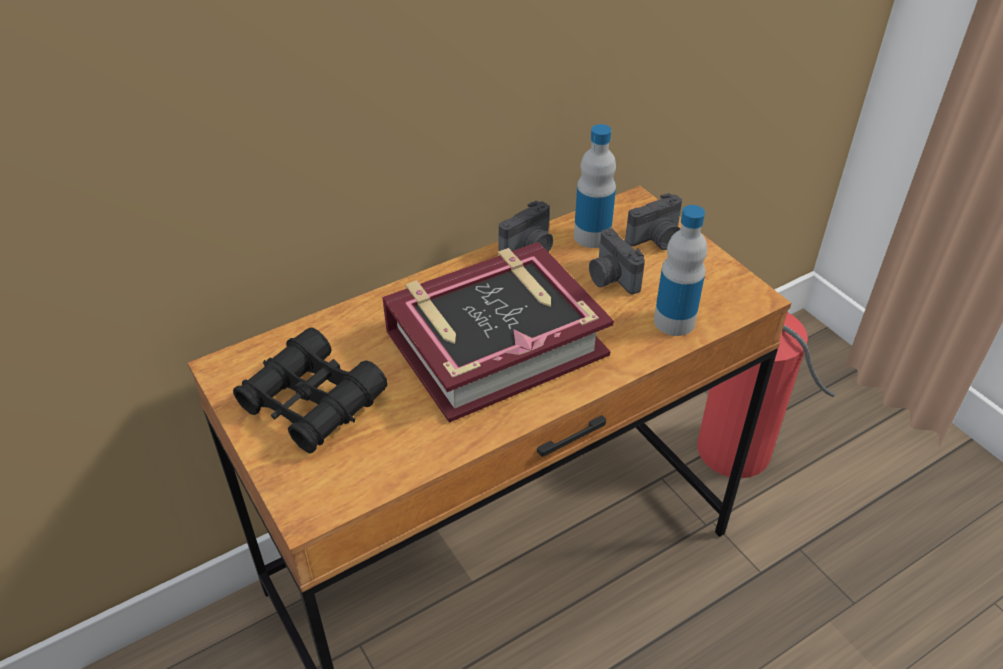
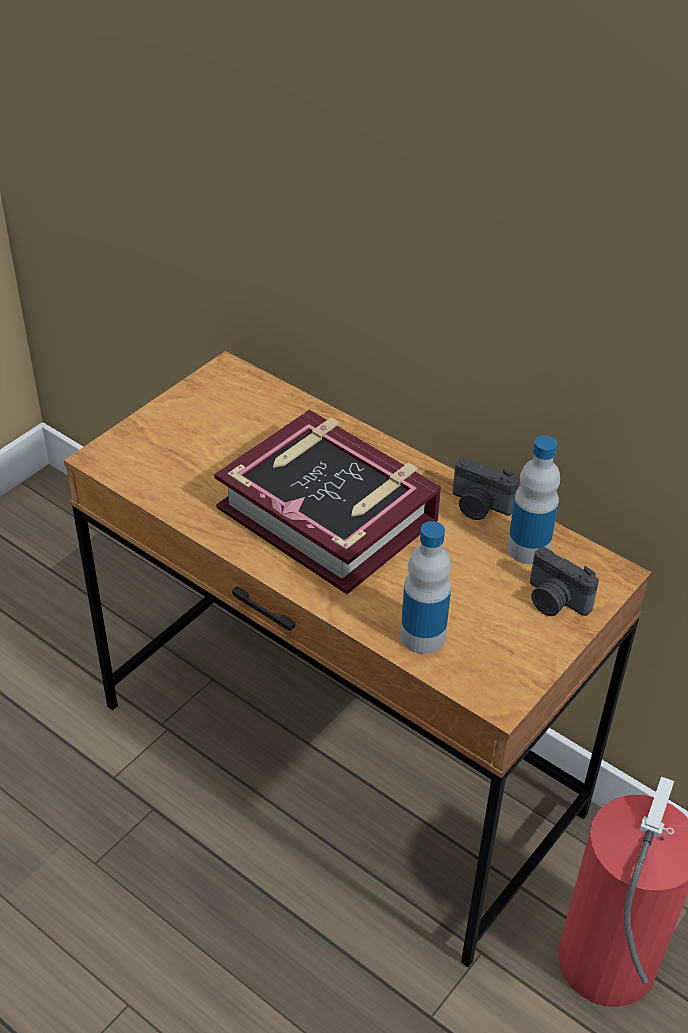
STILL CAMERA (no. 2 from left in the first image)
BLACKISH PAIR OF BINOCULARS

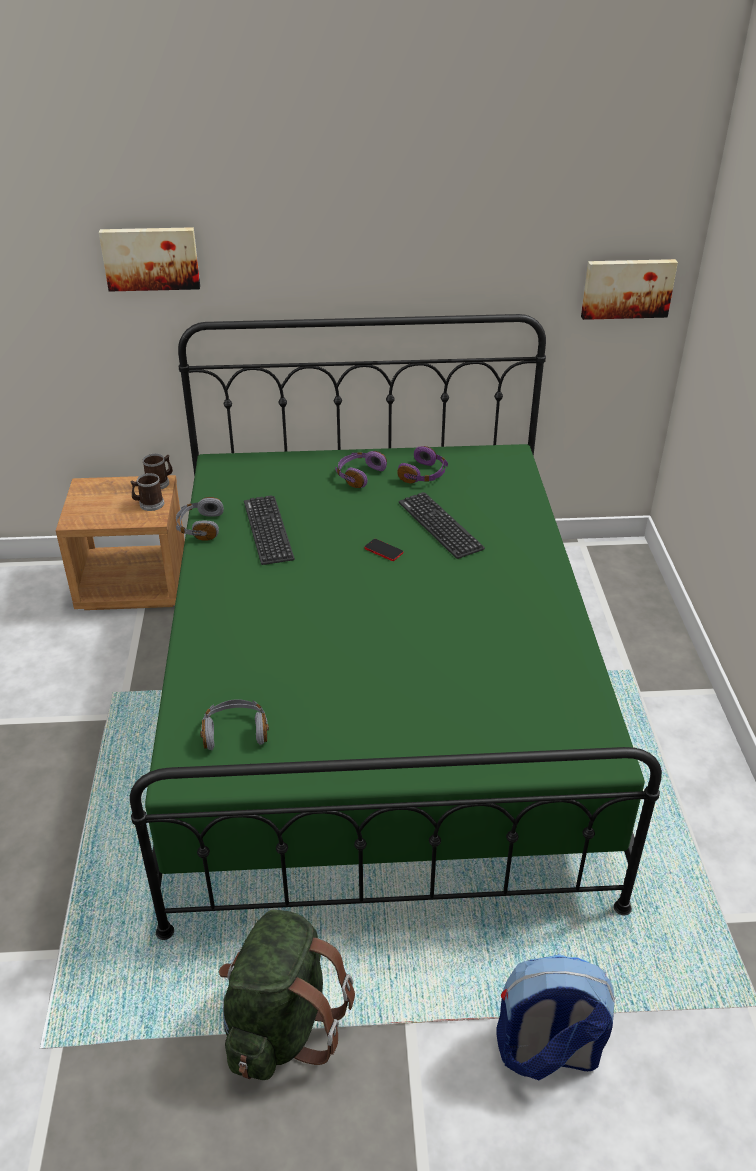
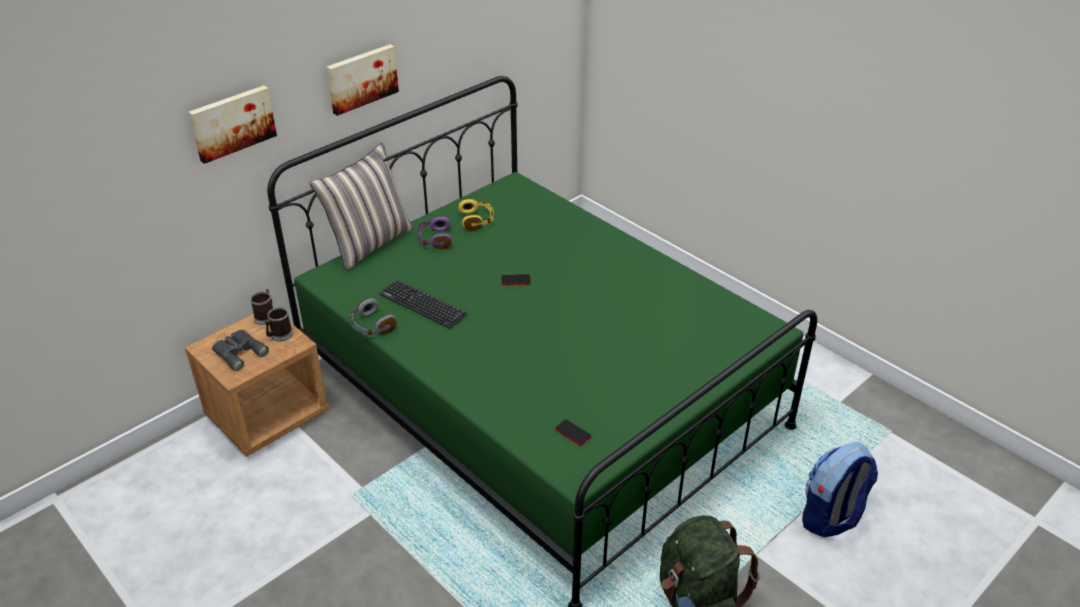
WALL ART (no. 2 from left)
YELLOW HEADPHONES
KEYBOARD (no. 2 from left in the first image)
HANDSET (no. 2 from left)
CUSHION
GREY PAIR OF BINOCULARS

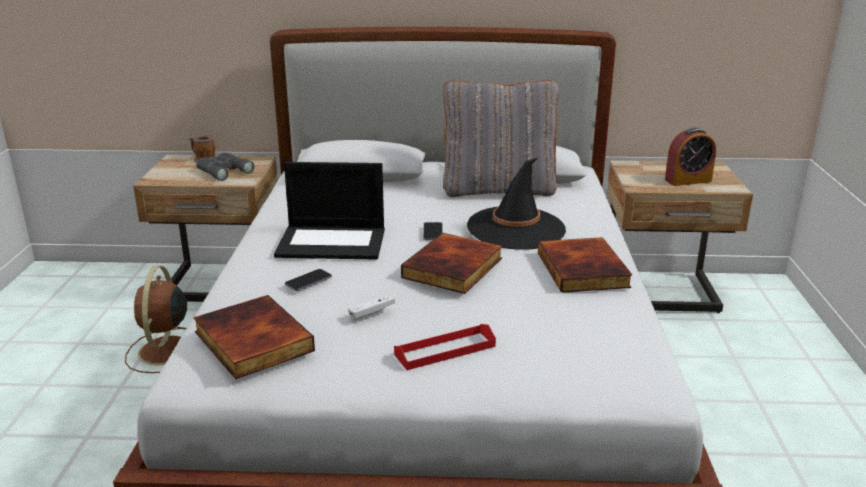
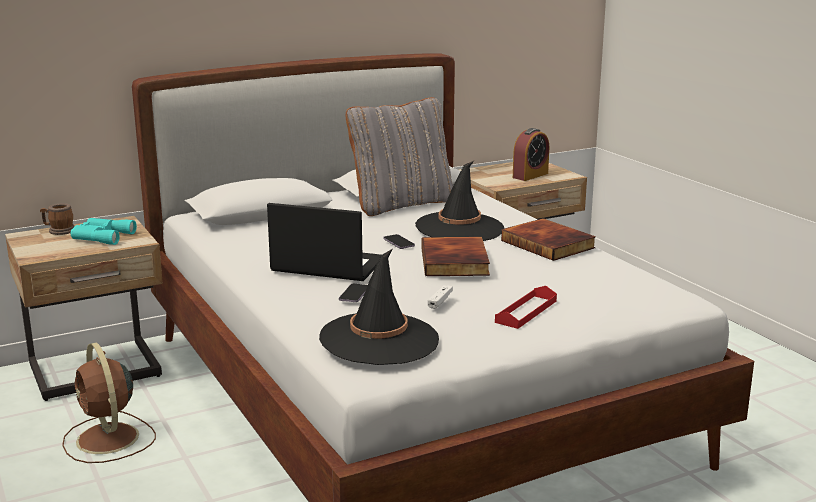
TURQUOISE-COLOURED PAIR OF BINOCULARS
LAPTOP
BLACKISH WEARABLE HAT (no. 1 from left)

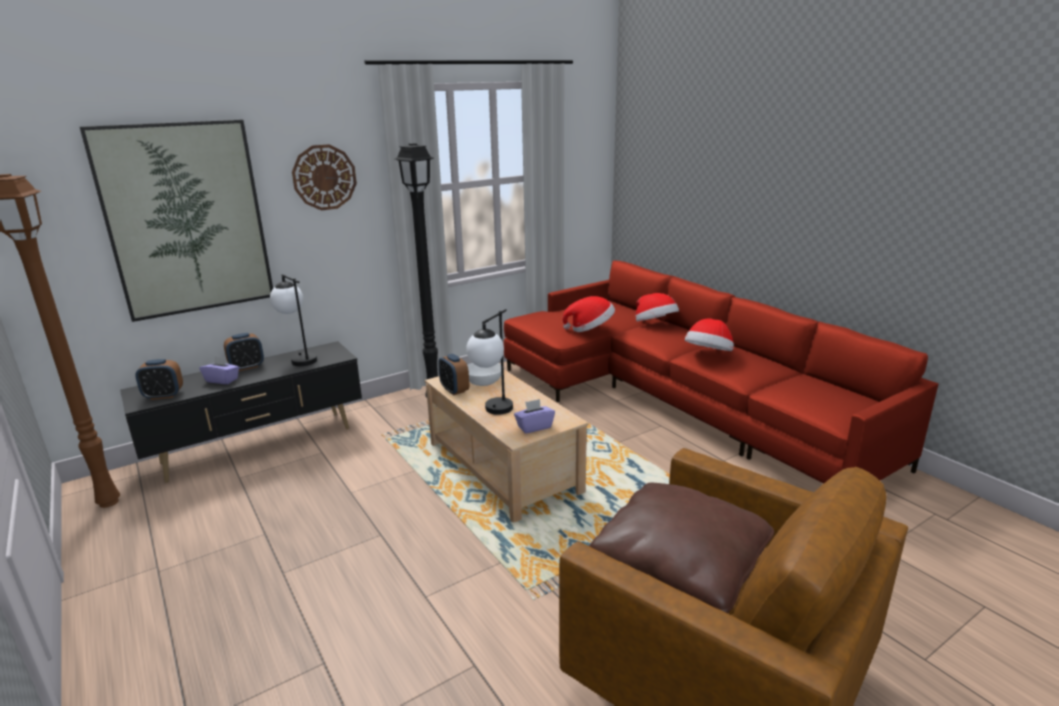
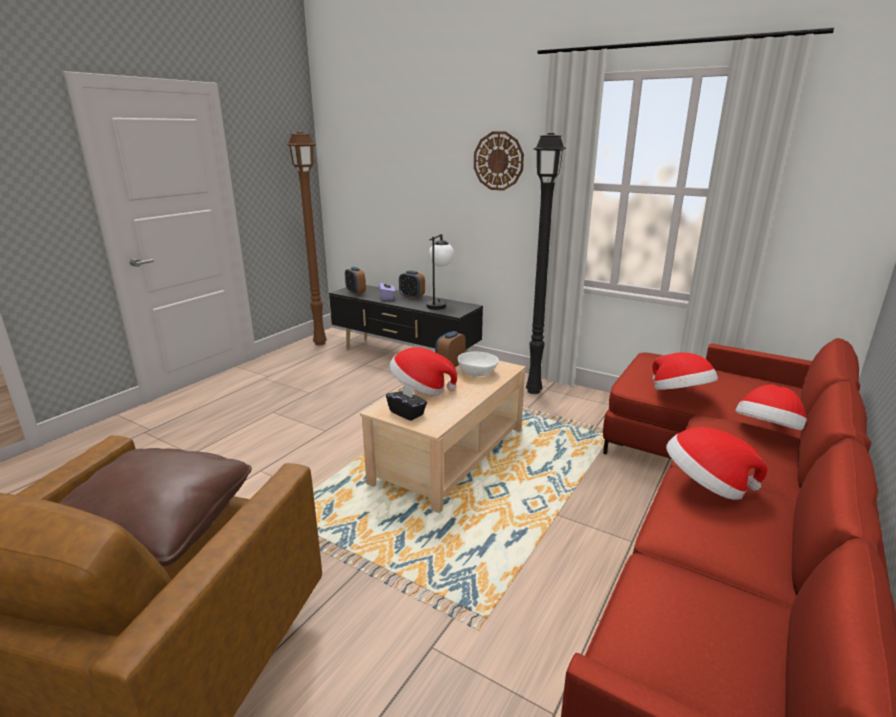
WALL ART
WEARABLE HAT (no. 1 from left)
BLACKISH TISSUE HOLDER

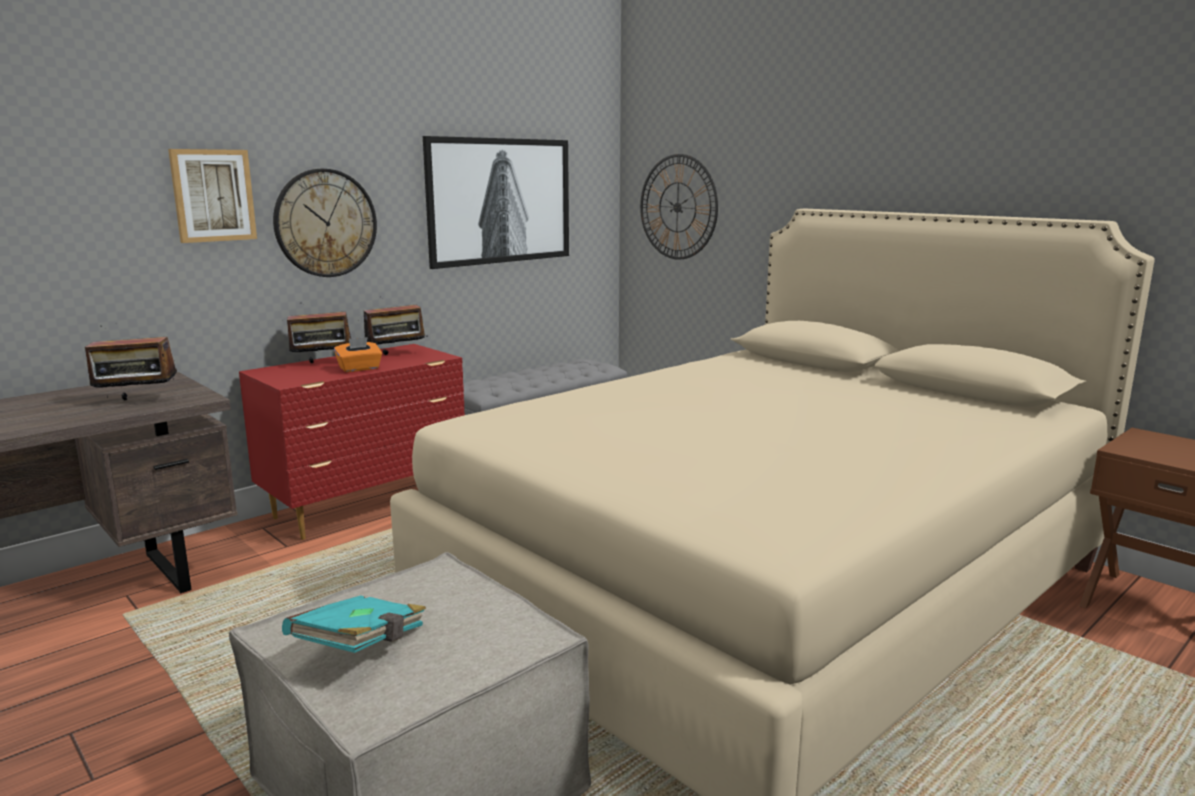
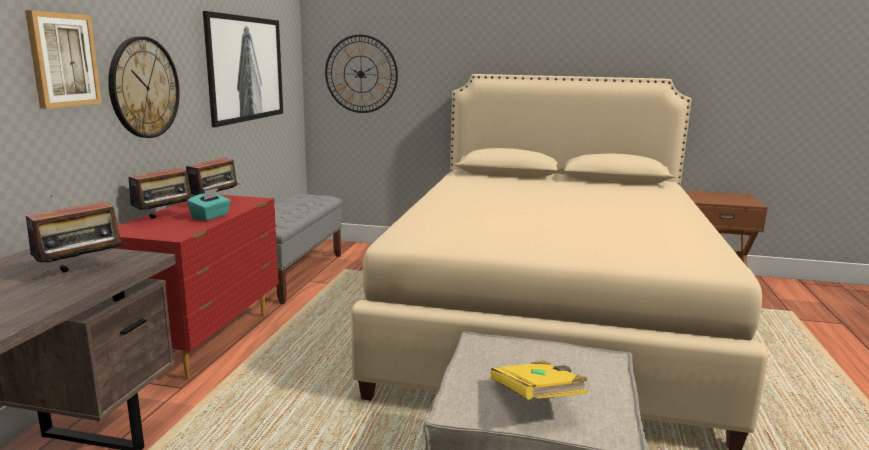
TURQUOISE-COLOURED TISSUE HOLDER
YELLOW VOLUME

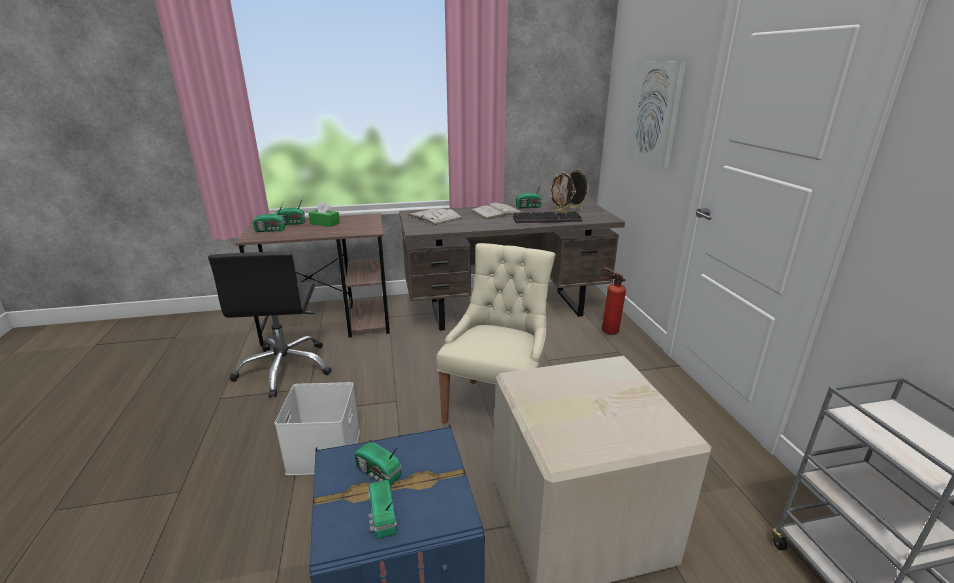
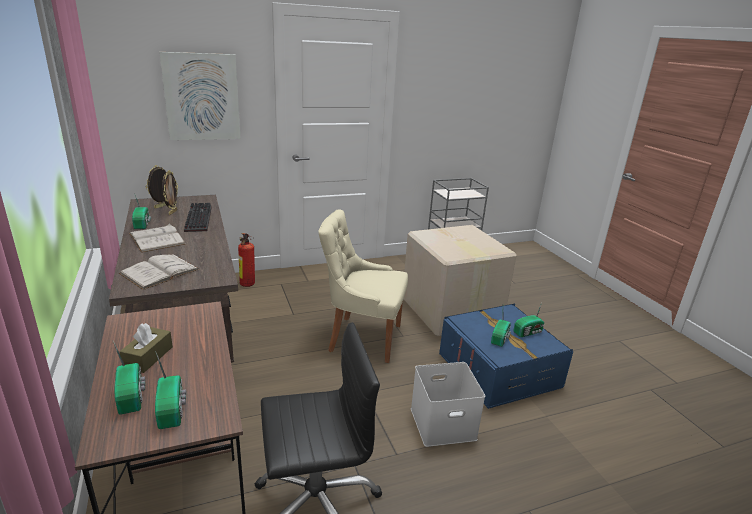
BROWN TISSUE HOLDER

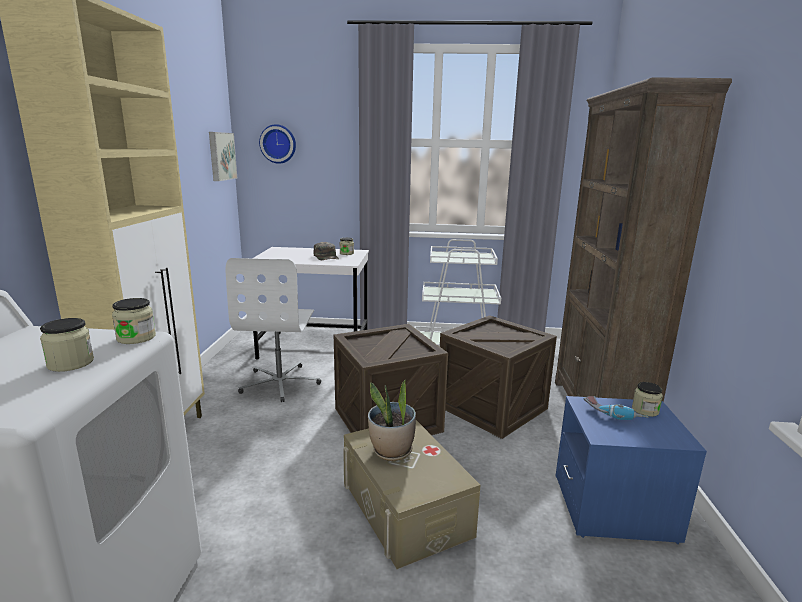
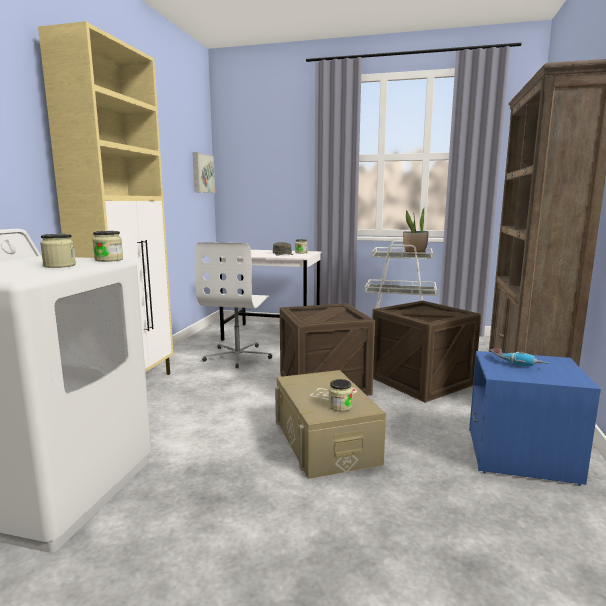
WALL CLOCK
PLANT IN A POT
STORAGE JAR (no. 4 from left)

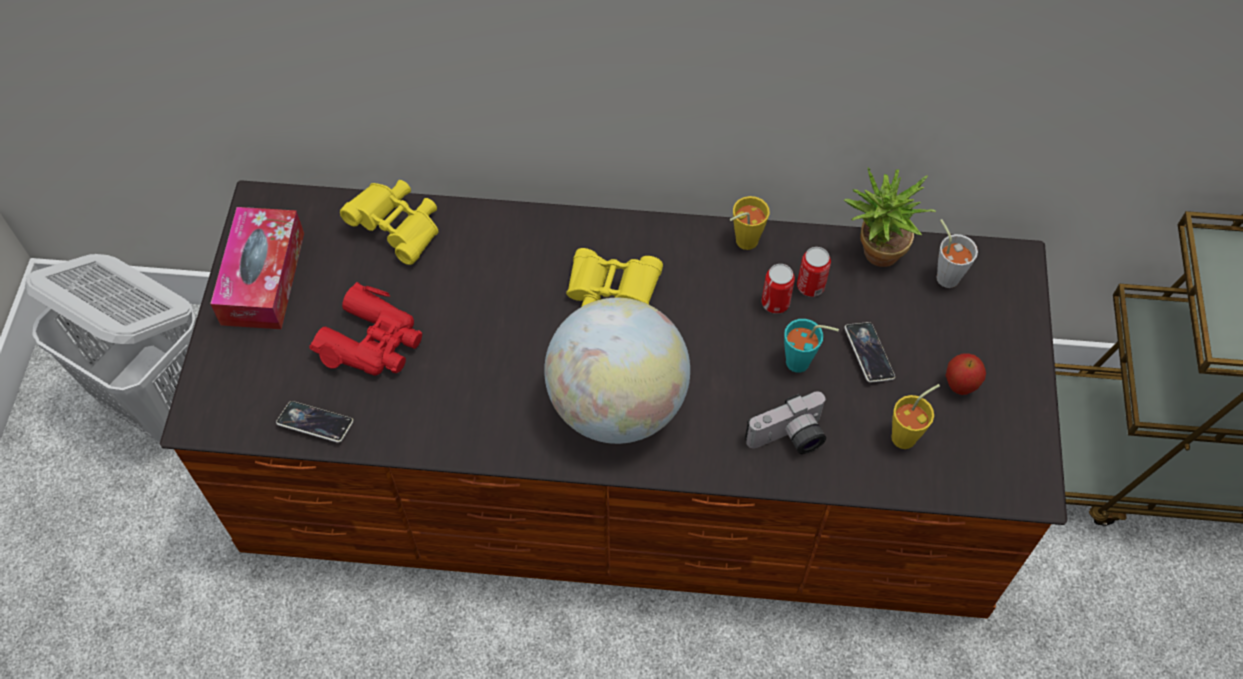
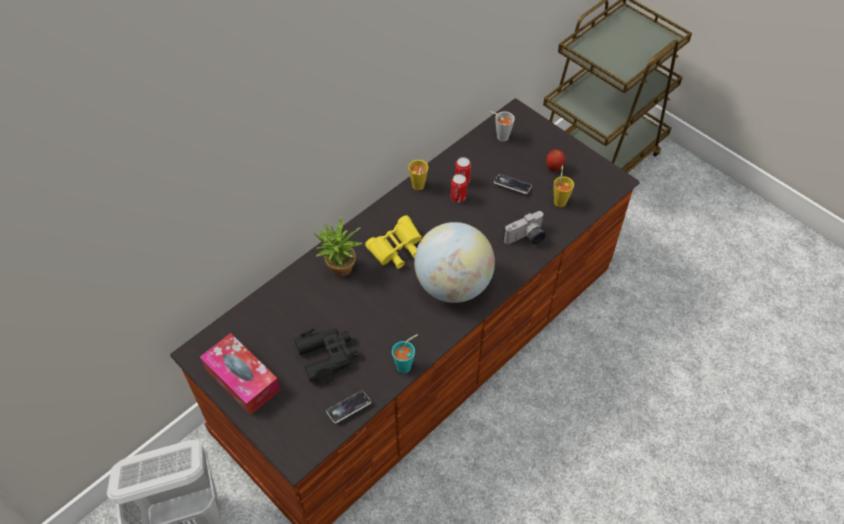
PLANT IN A POT
YELLOW PAIR OF BINOCULARS (no. 1 from left in the first image)
BLACKISH PAIR OF BINOCULARS
TURQUOISE-COLOURED CUP
STILL CAMERA

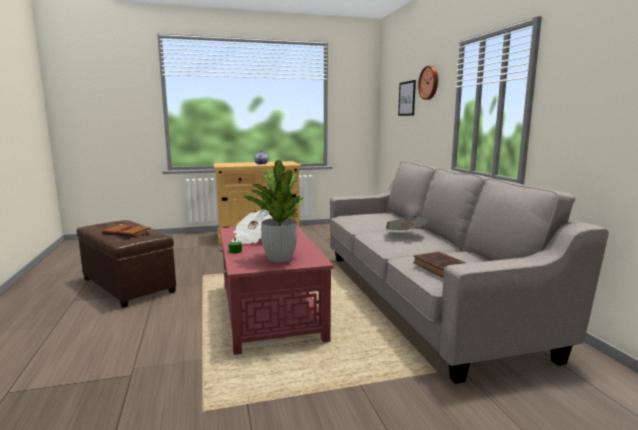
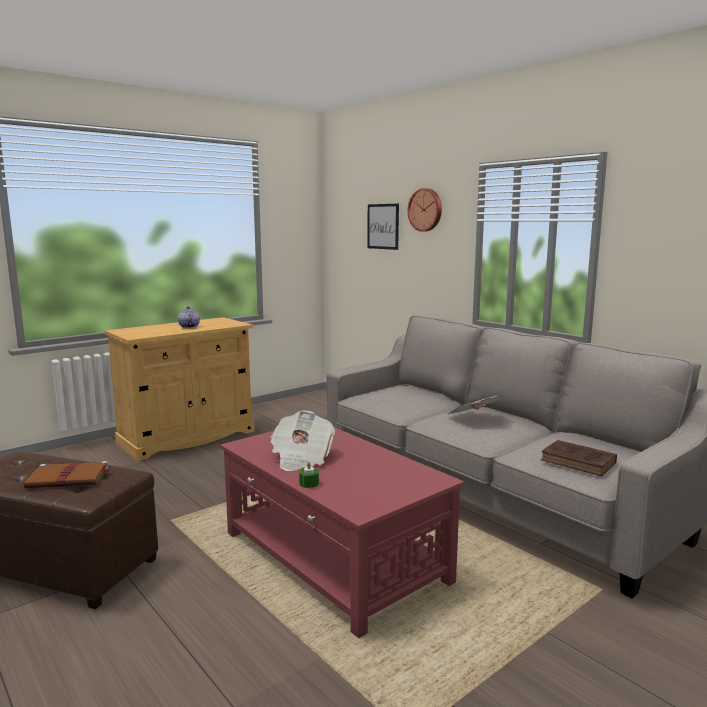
PLANT IN A POT

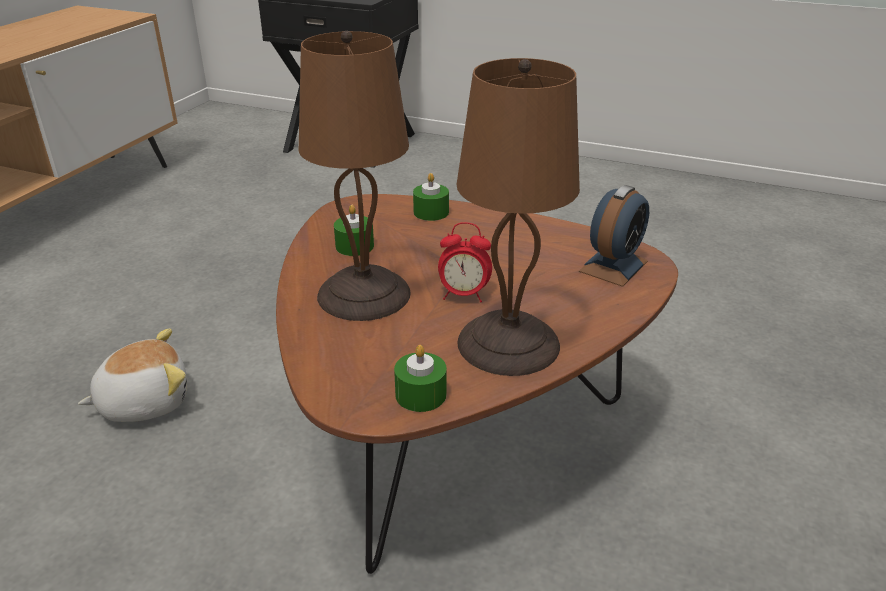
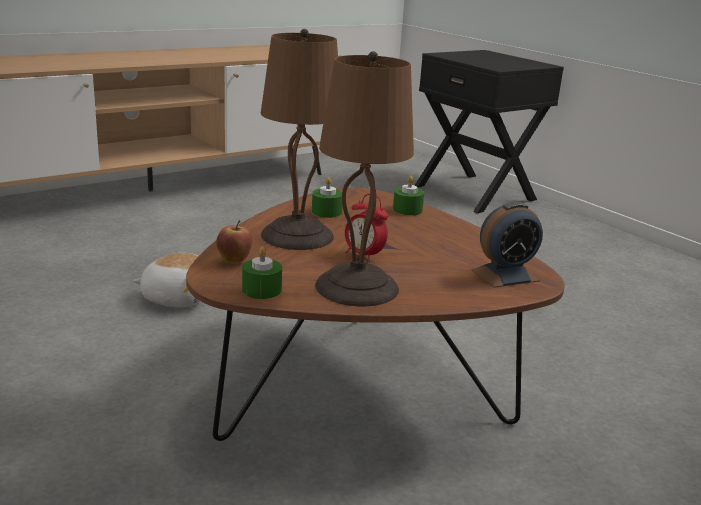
WHOLE APPLE

